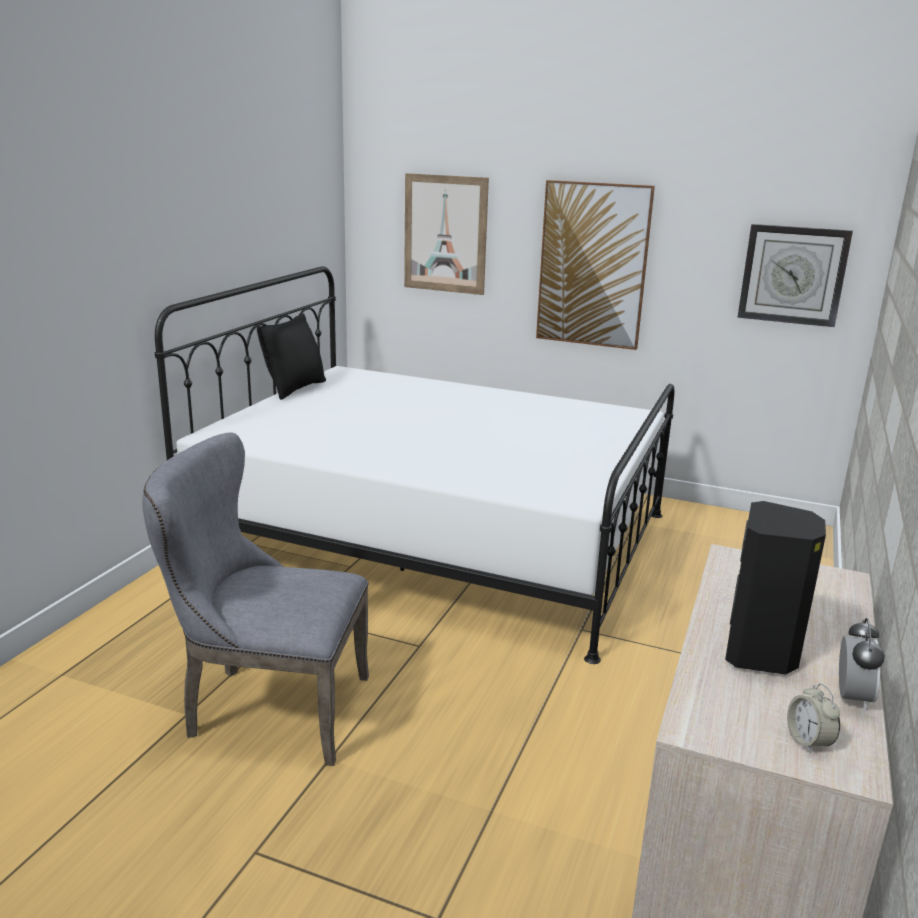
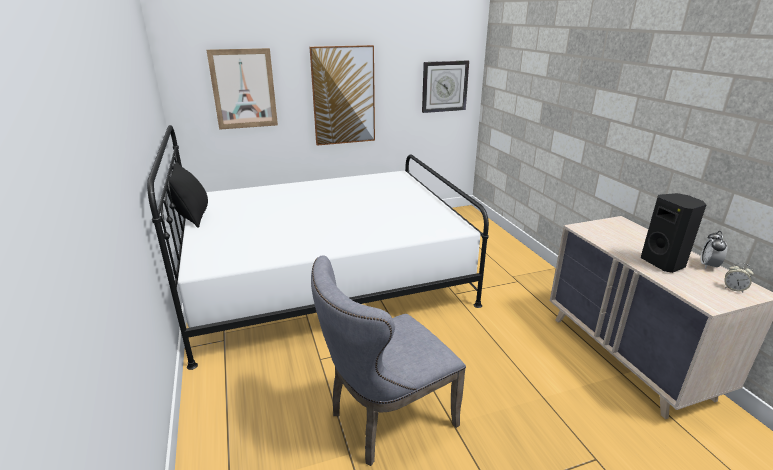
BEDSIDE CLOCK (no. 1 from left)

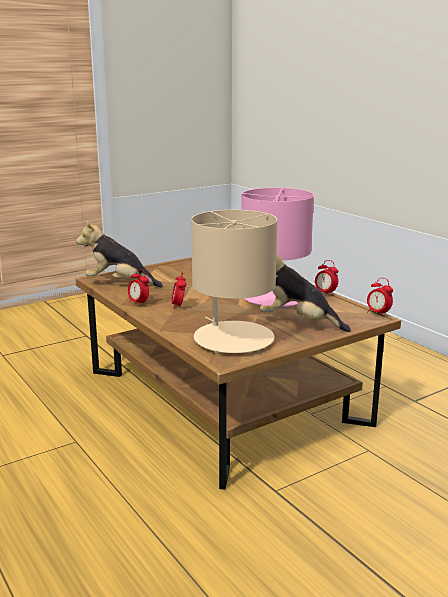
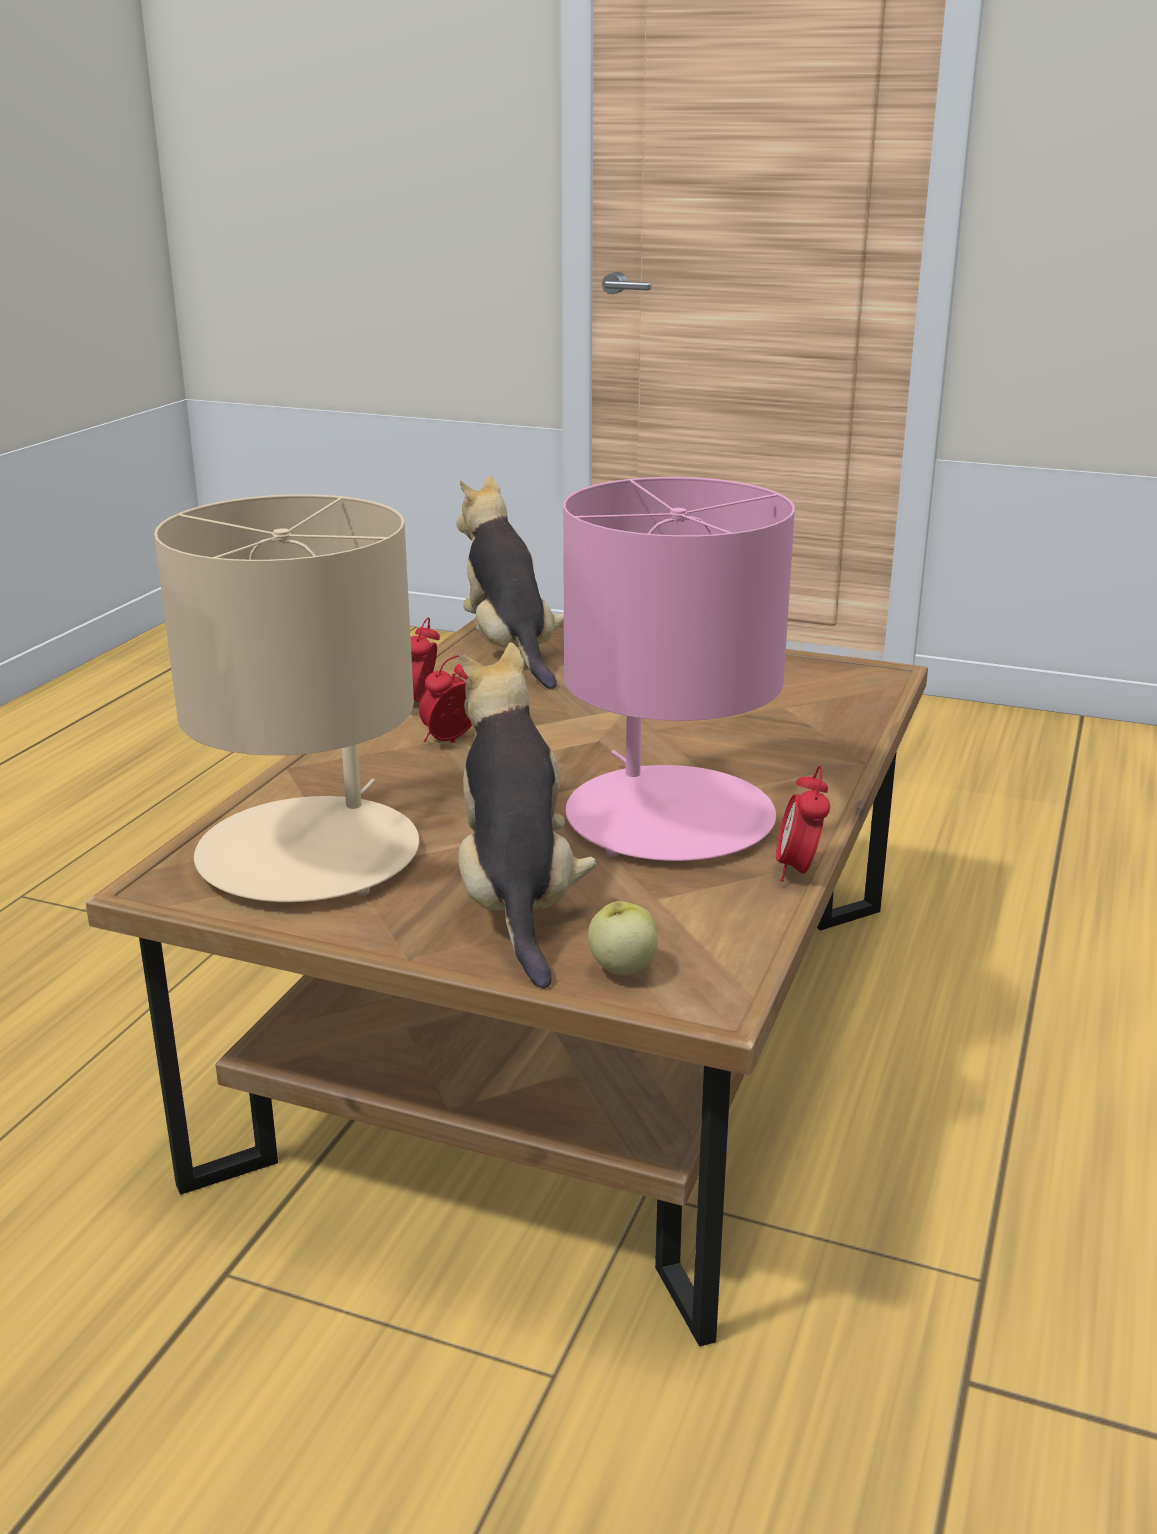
BEDSIDE CLOCK (no. 4 from left in the first image)
WHOLE APPLE

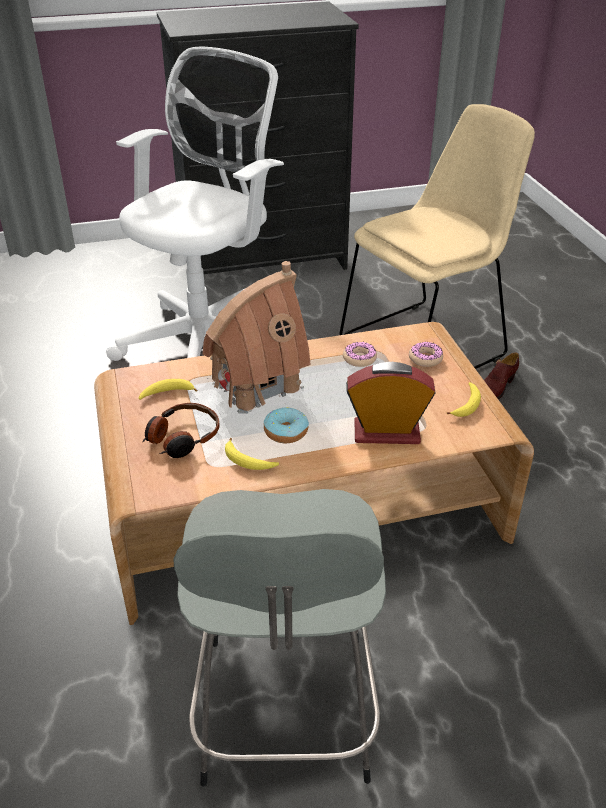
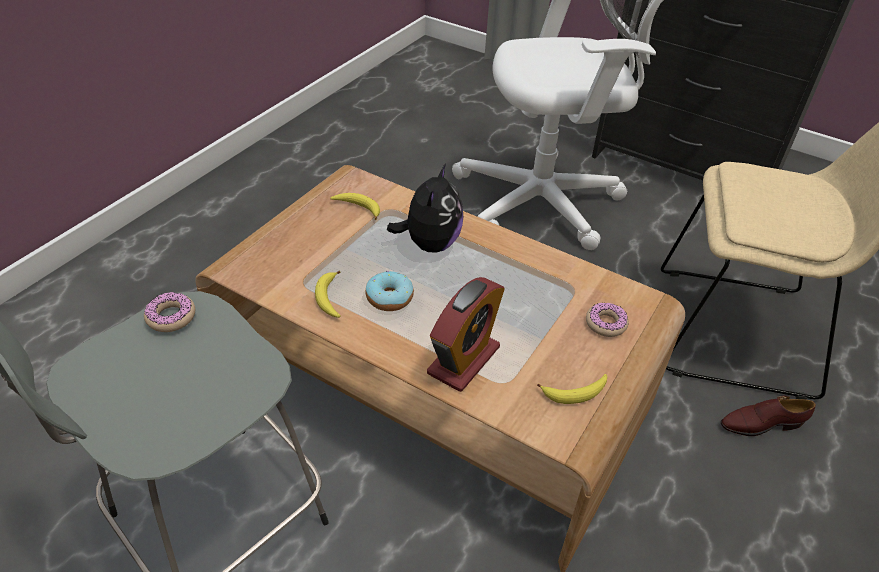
CUDDLY TOY
DOUGHNUT (no. 1 from left)
BEDSIDE CLOCK
HEADPHONES

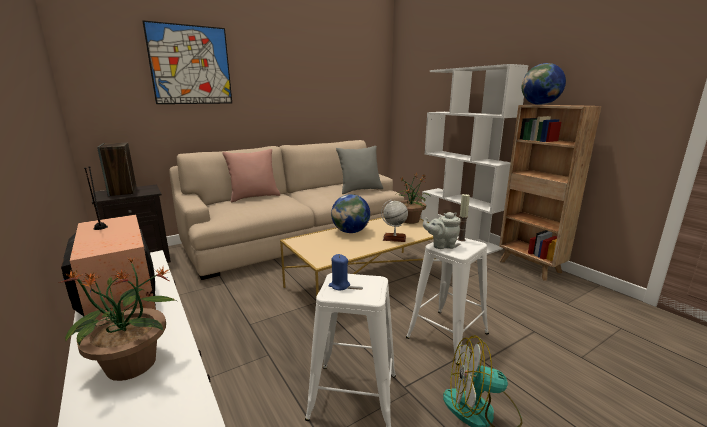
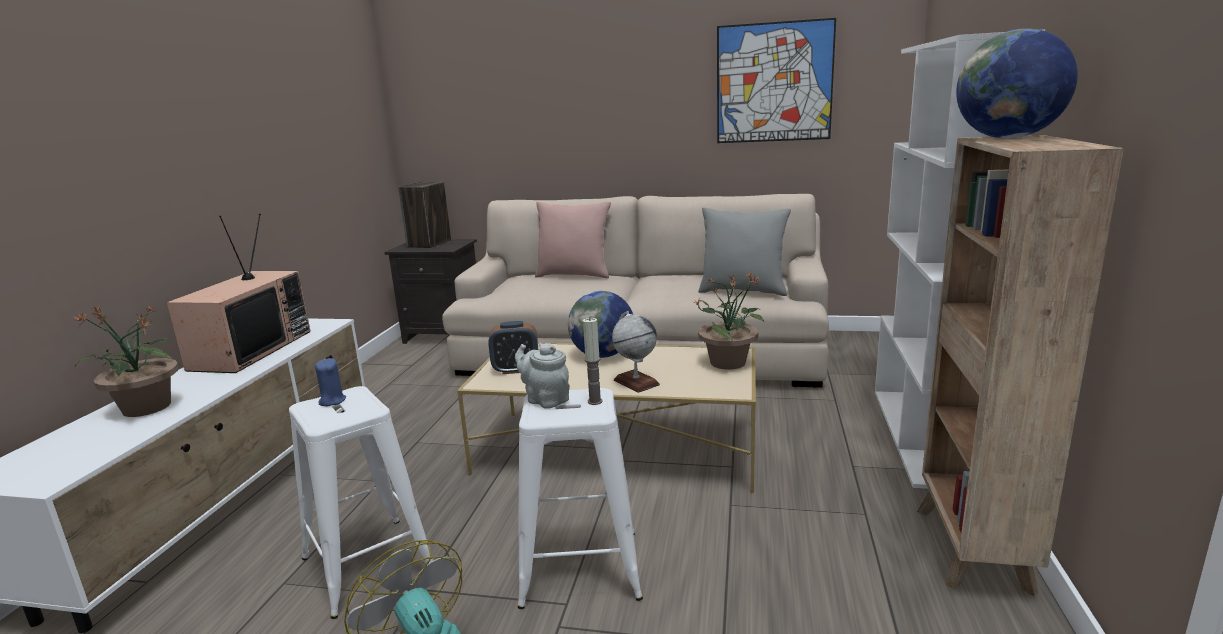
WALL ART
BEDSIDE CLOCK

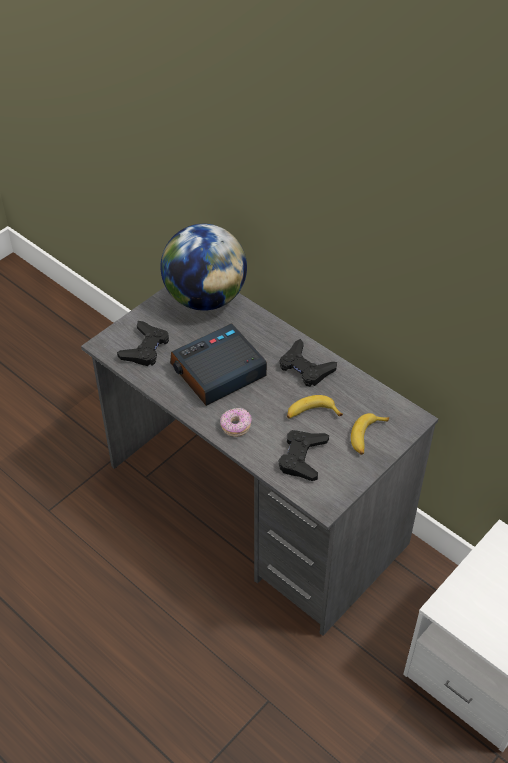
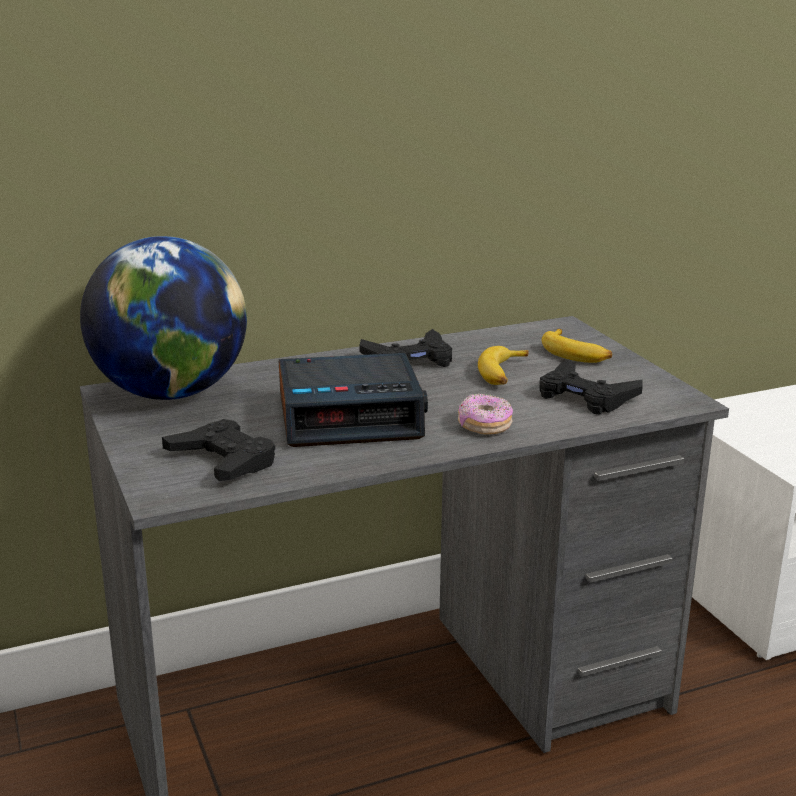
BEDSIDE CLOCK

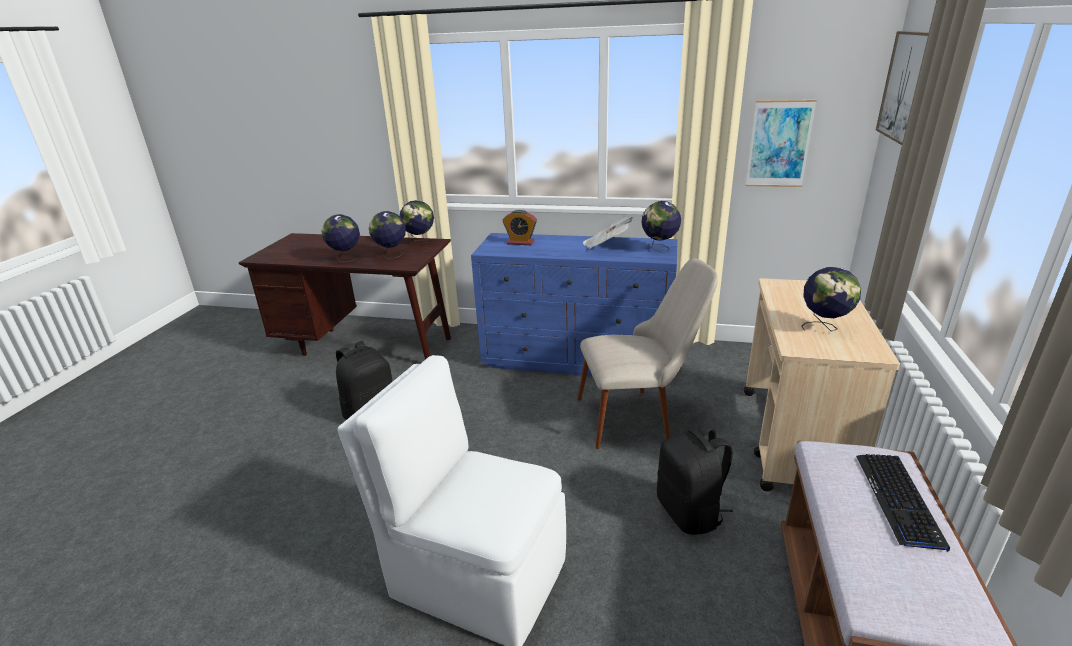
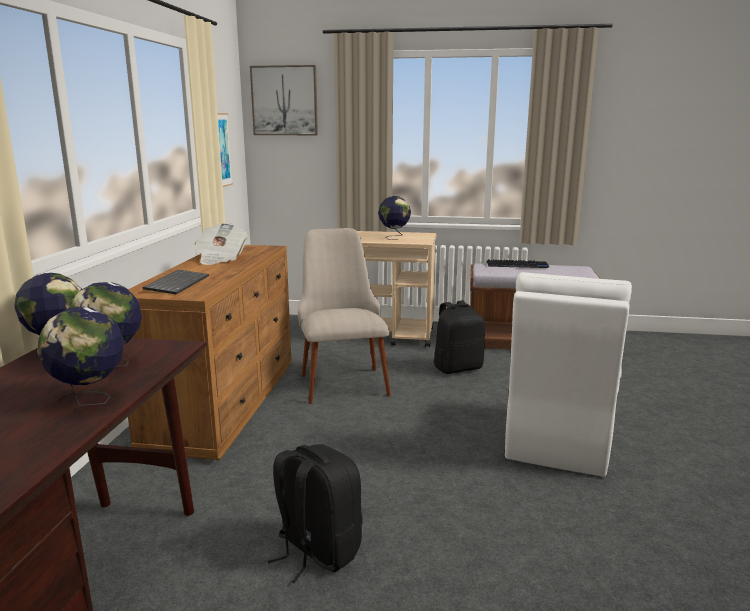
GLOBE (no. 4 from left in the first image)
KEYBOARD (no. 1 from left)
BROWN DRAWER CHEST

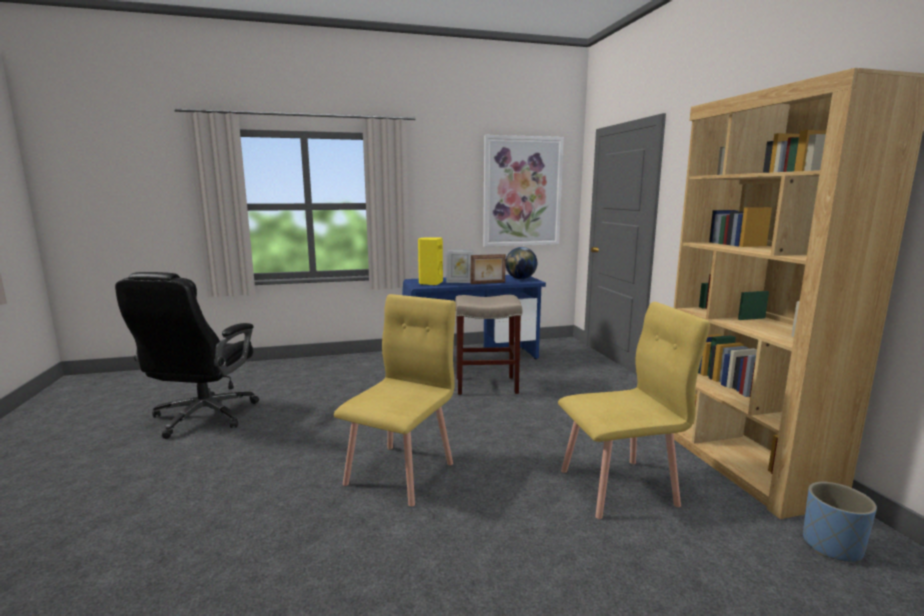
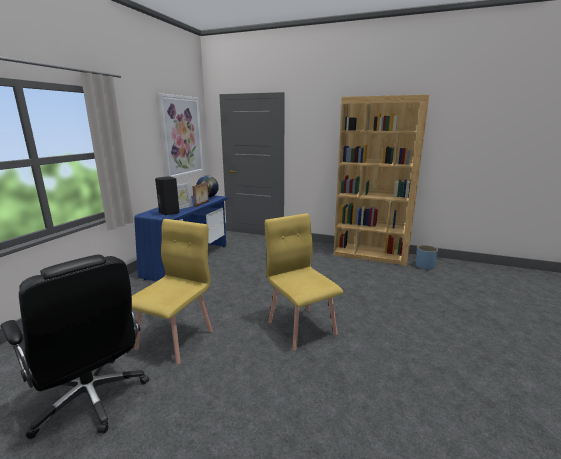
BLACKISH LOUDSPEAKER
BEIGE STOOL
YELLOW CHAIR (no. 1 from left)

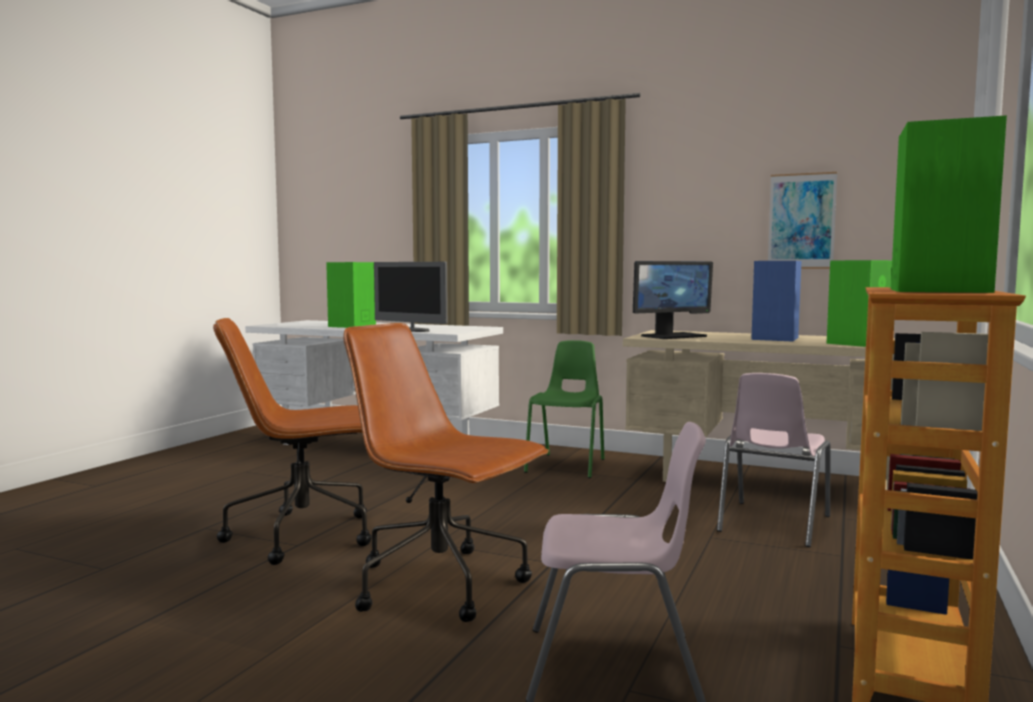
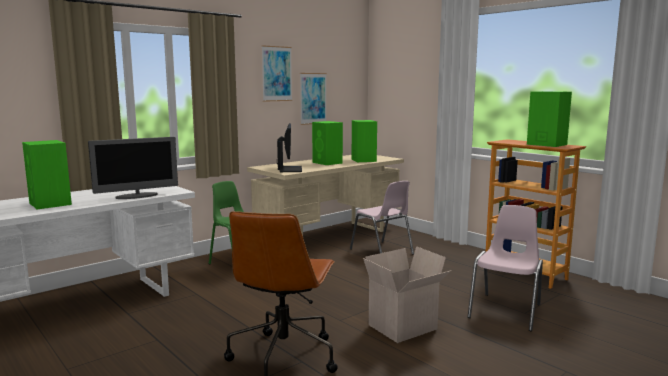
GREEN LOUDSPEAKER (no. 2 from left)
PACKING BOX
WALL ART (no. 1 from left)

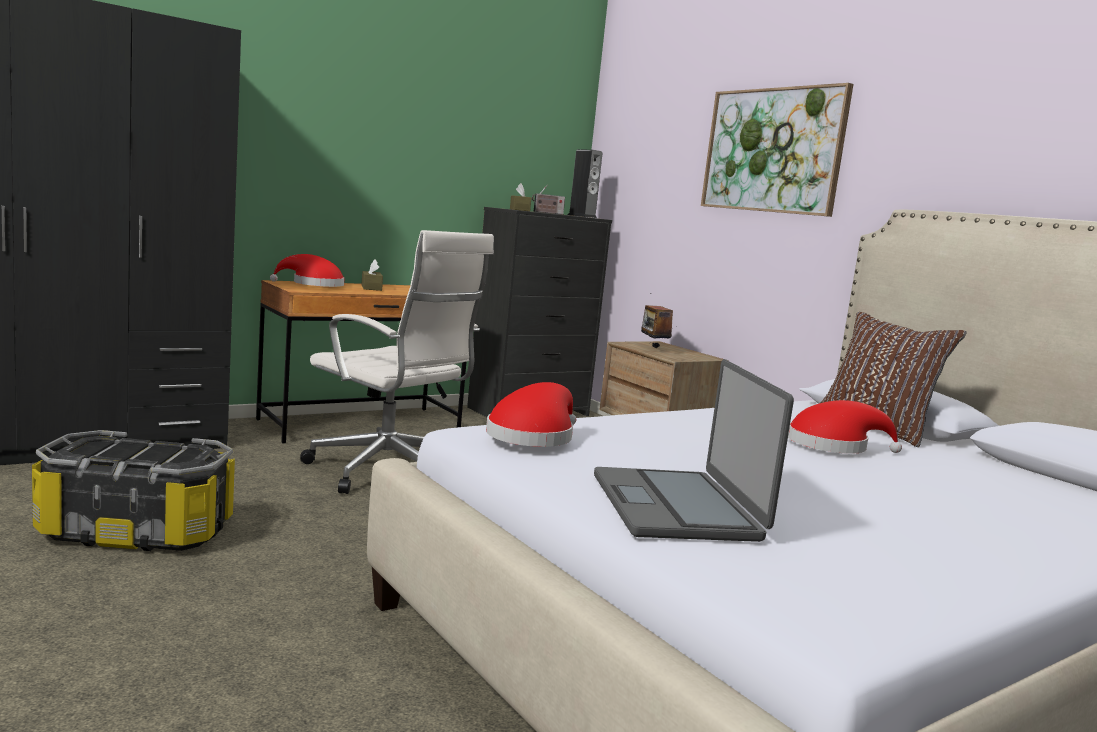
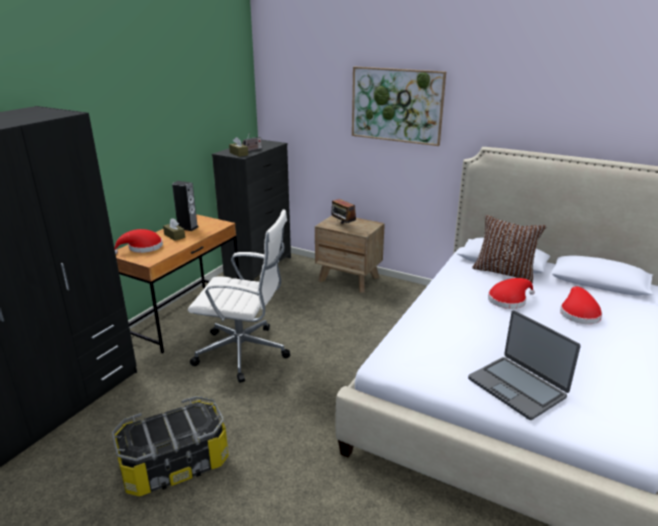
LOUDSPEAKER
REDDISH WEARABLE HAT (no. 3 from left)

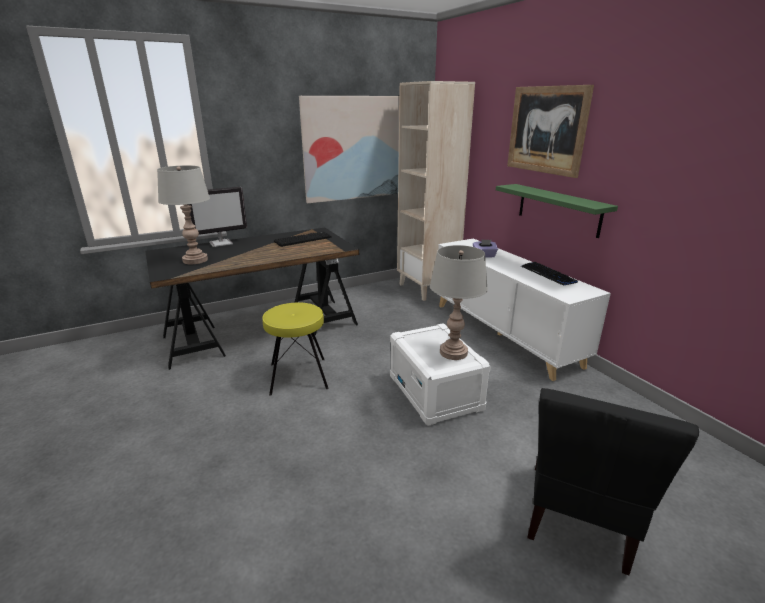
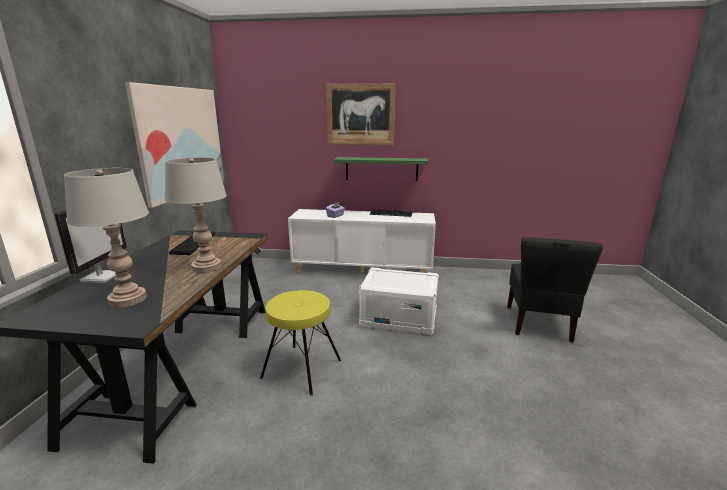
BEIGE SHELVING UNIT
GREY TABLETOP LAMP (no. 2 from left)
BLACKISH CHAIR

